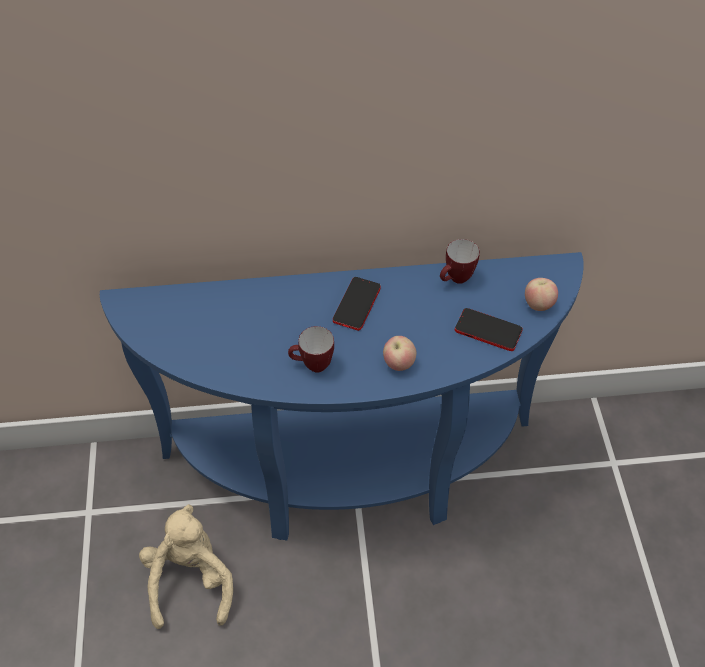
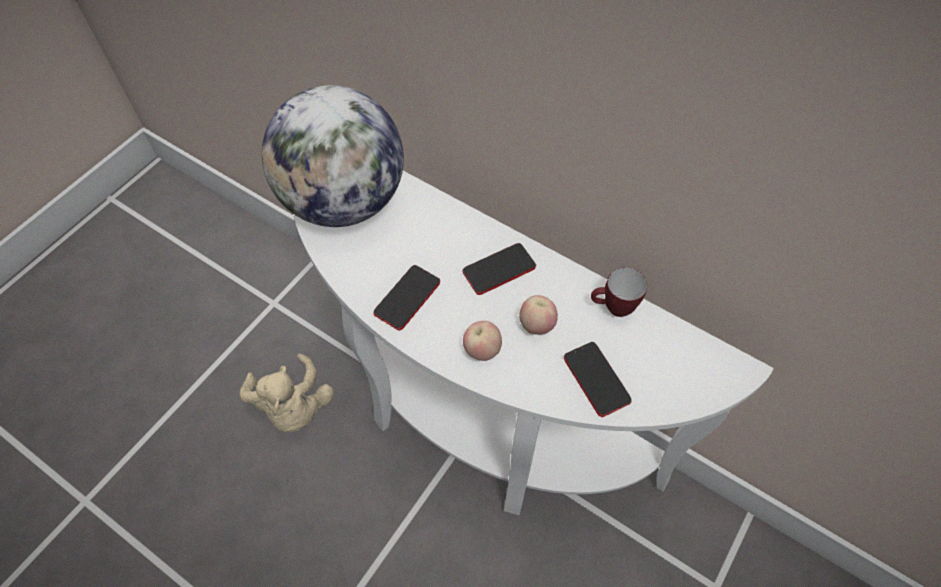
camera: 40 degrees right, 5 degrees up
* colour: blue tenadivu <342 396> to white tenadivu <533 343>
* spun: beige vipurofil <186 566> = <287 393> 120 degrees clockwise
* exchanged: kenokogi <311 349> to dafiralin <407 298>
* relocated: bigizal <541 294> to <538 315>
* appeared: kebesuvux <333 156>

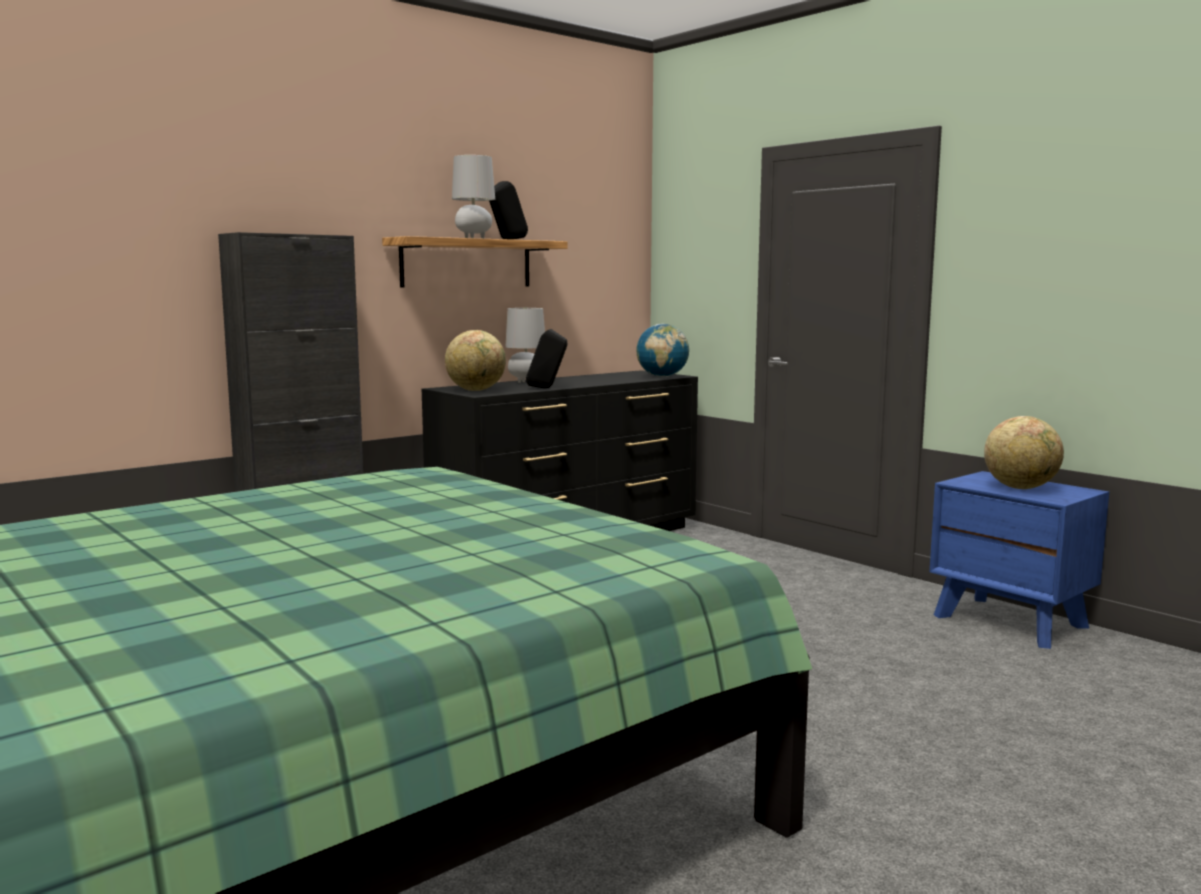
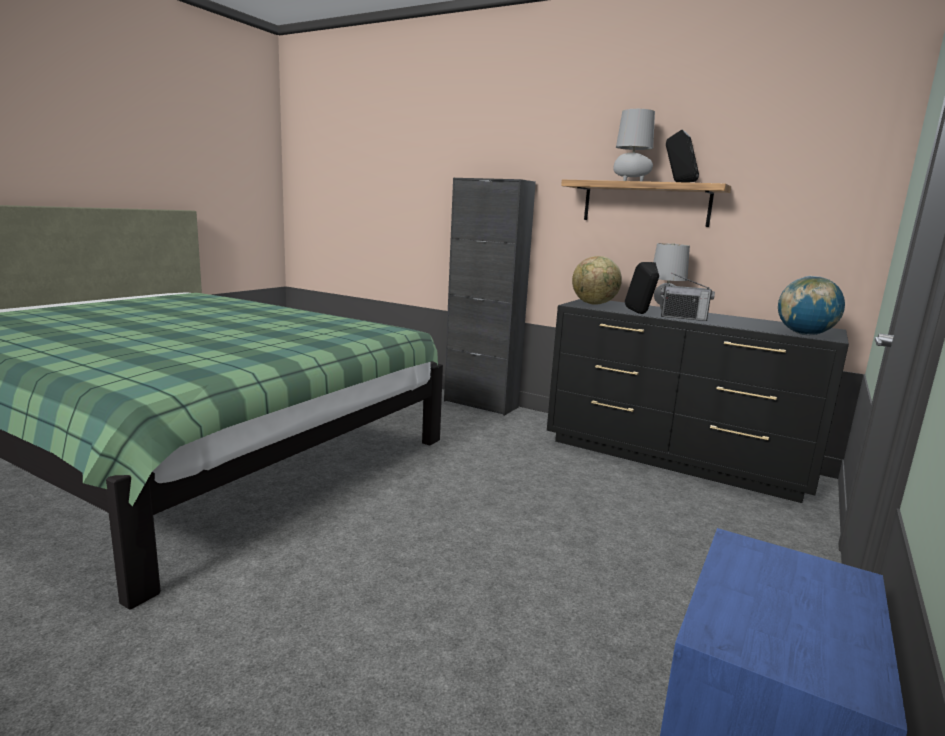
camera: 70 degrees right, 5 degrees up
* missing: kebesuvux <1024 452>
* appeared: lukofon <687 297>

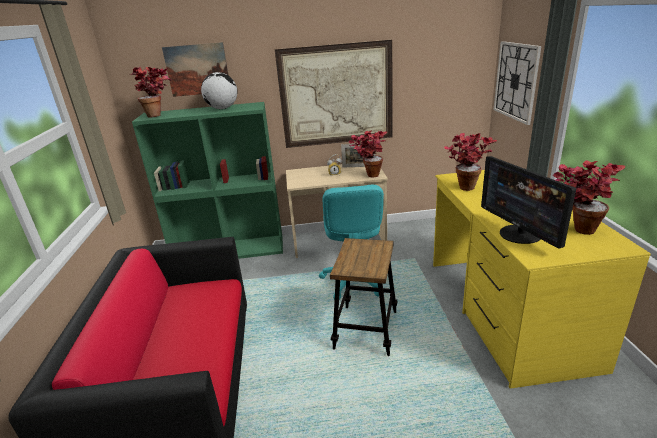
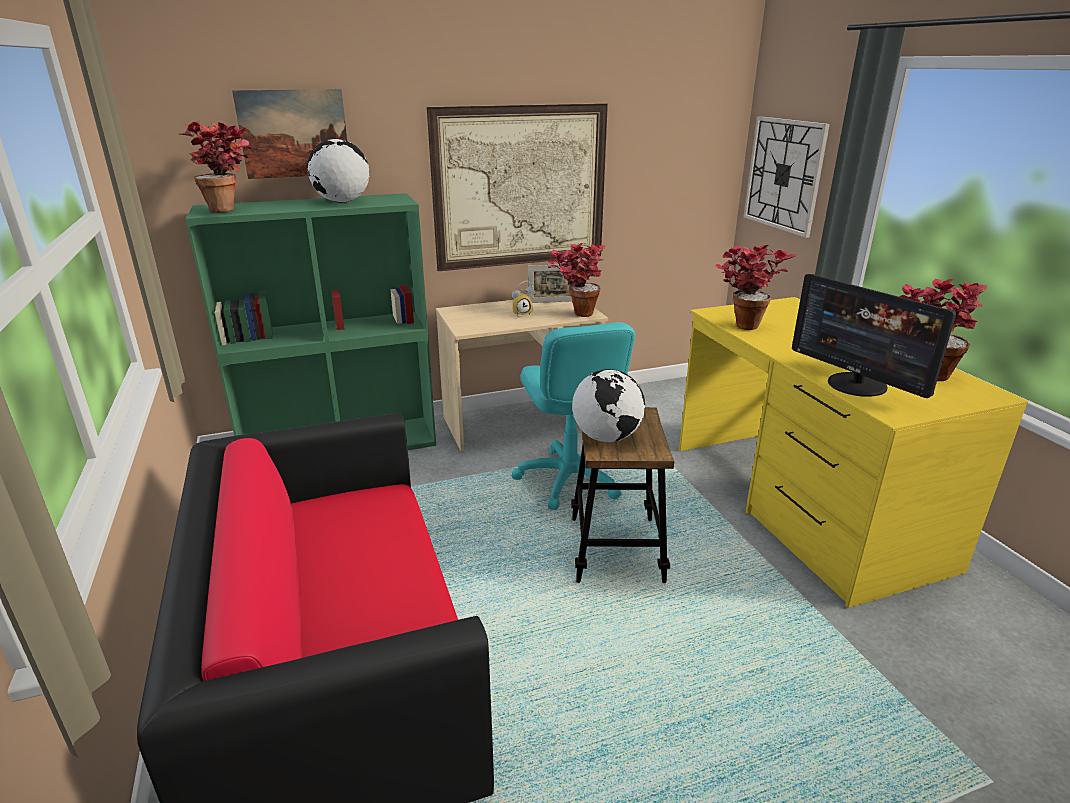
camera: 15 degrees left, 0 degrees up
* appeared: kebesuvux <608 405>

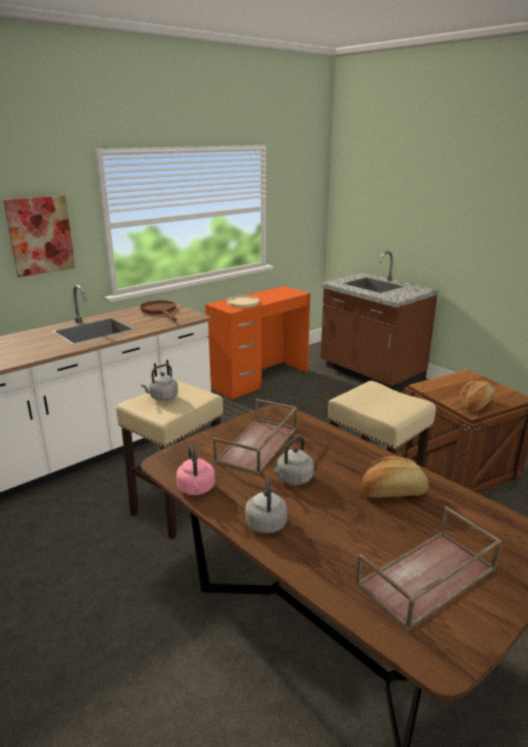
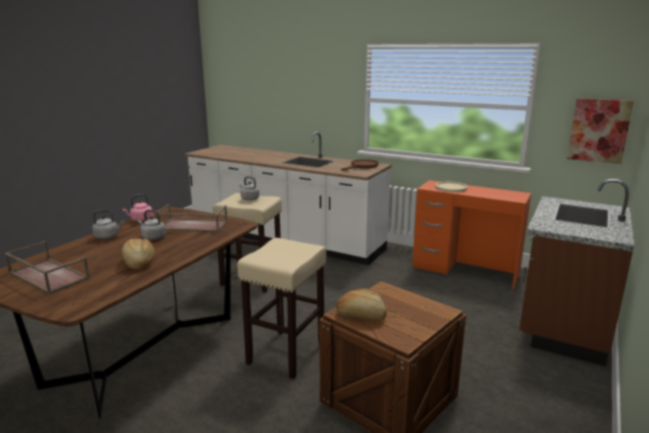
camera: 70 degrees right, 5 degrees down
* relocated: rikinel <39 236> to <600 131>

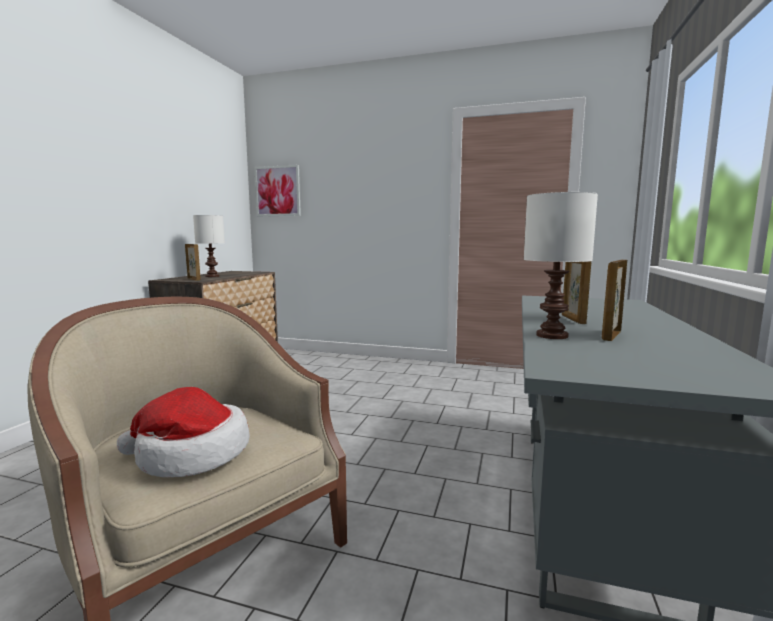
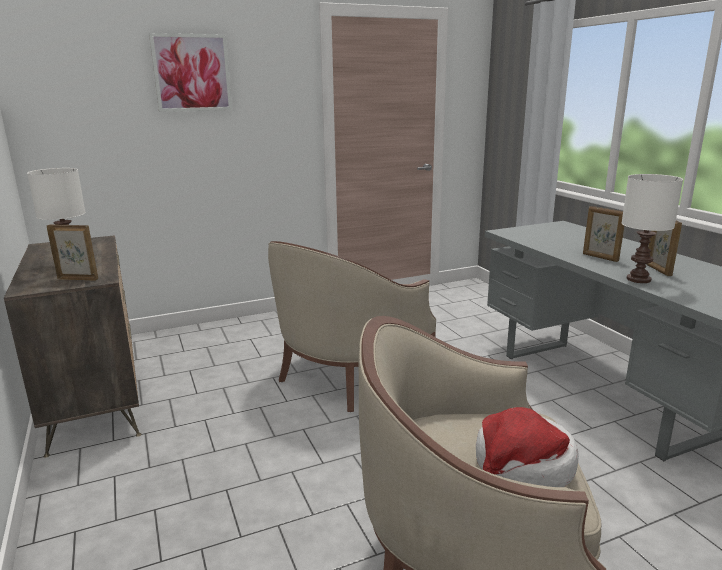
camera: 40 degrees left, 10 degrees up
* relocated: rikinel <277 190> to <190 72>
* appeared: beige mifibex <352 326>

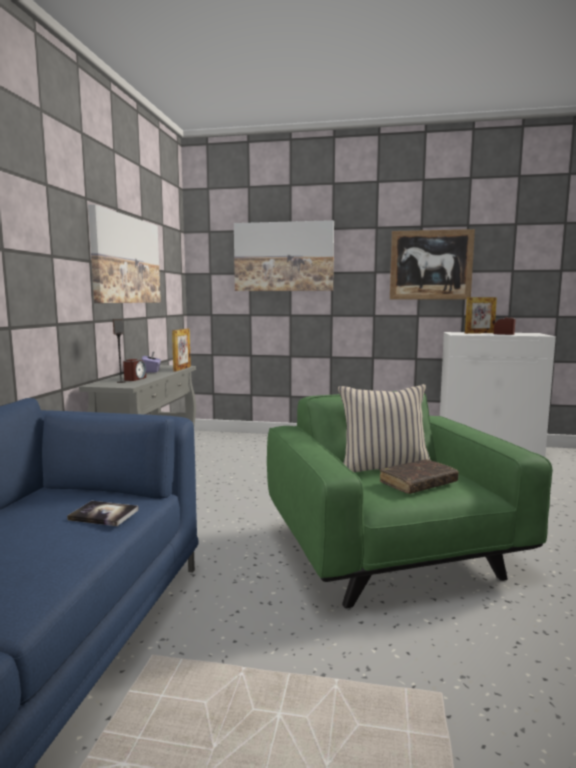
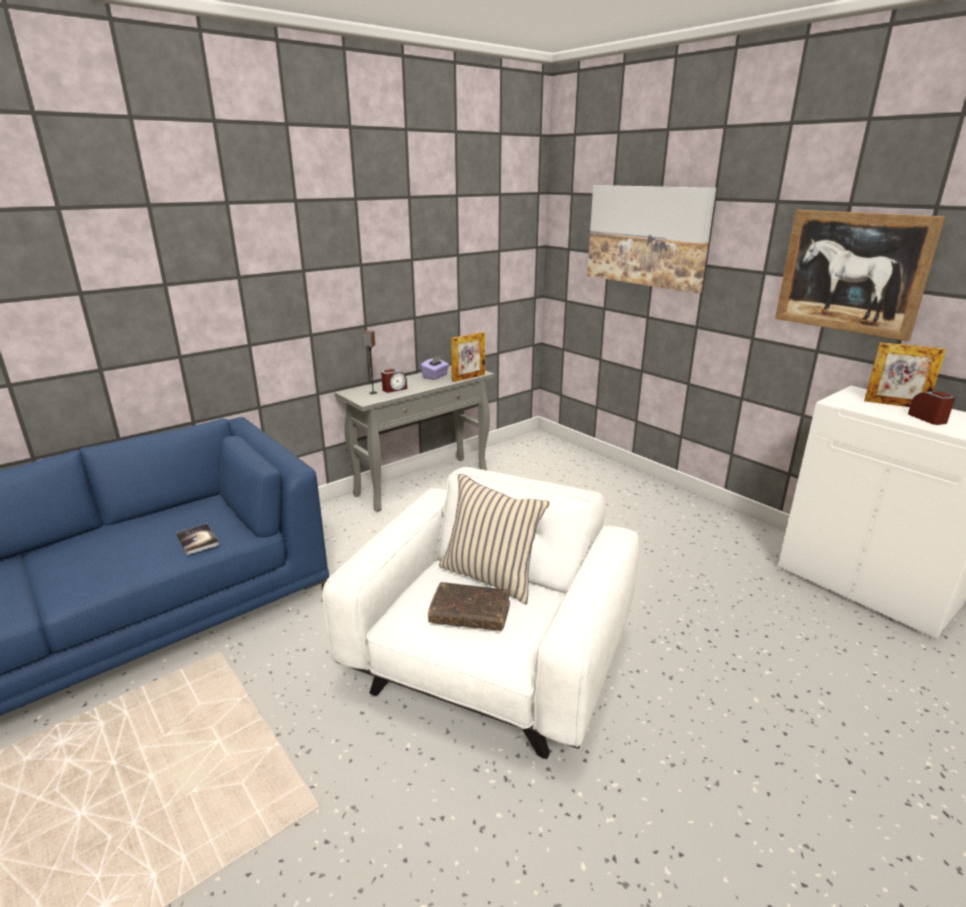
camera: 40 degrees right, 15 degrees up
* missing: rikinel <124 254>
* colour: green mifibex <410 499> to white mifibex <480 613>

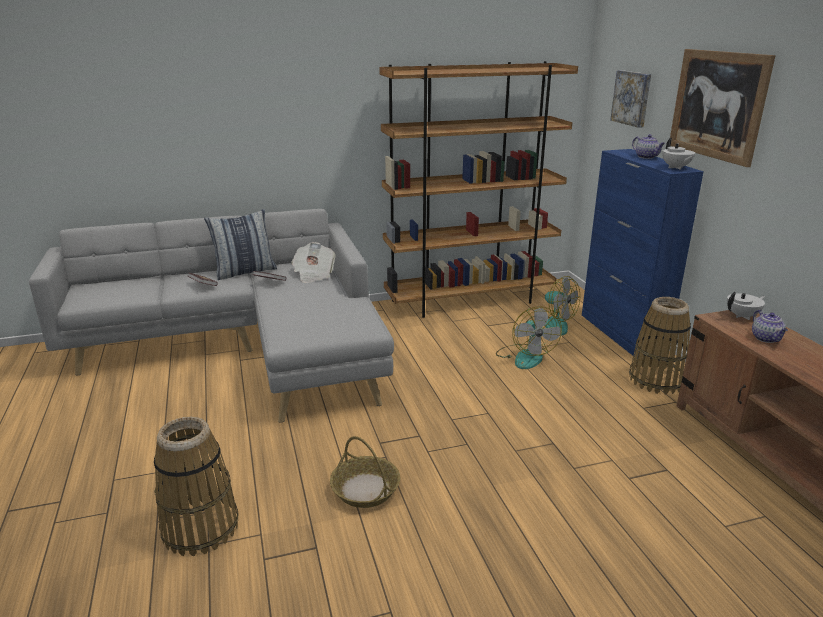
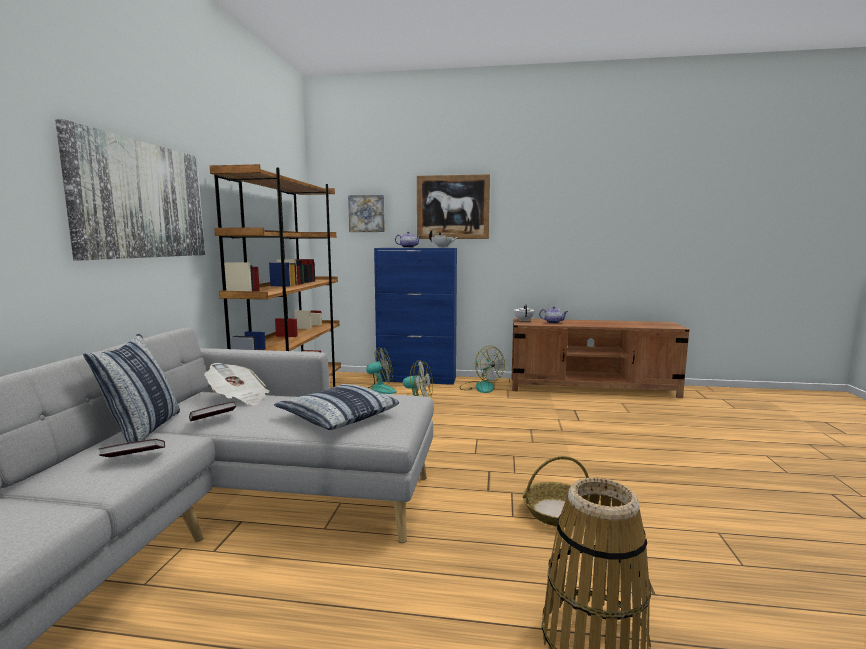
camera: 65 degrees left, 15 degrees down
* exchanged: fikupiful <660 345> to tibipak <482 369>
* appeared: rikinel <130 189>
* appeared: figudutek <336 407>

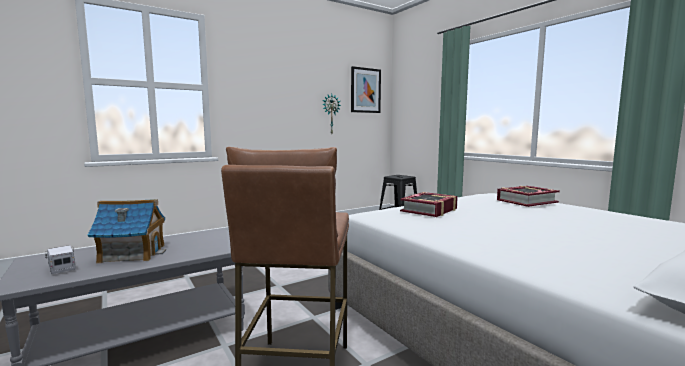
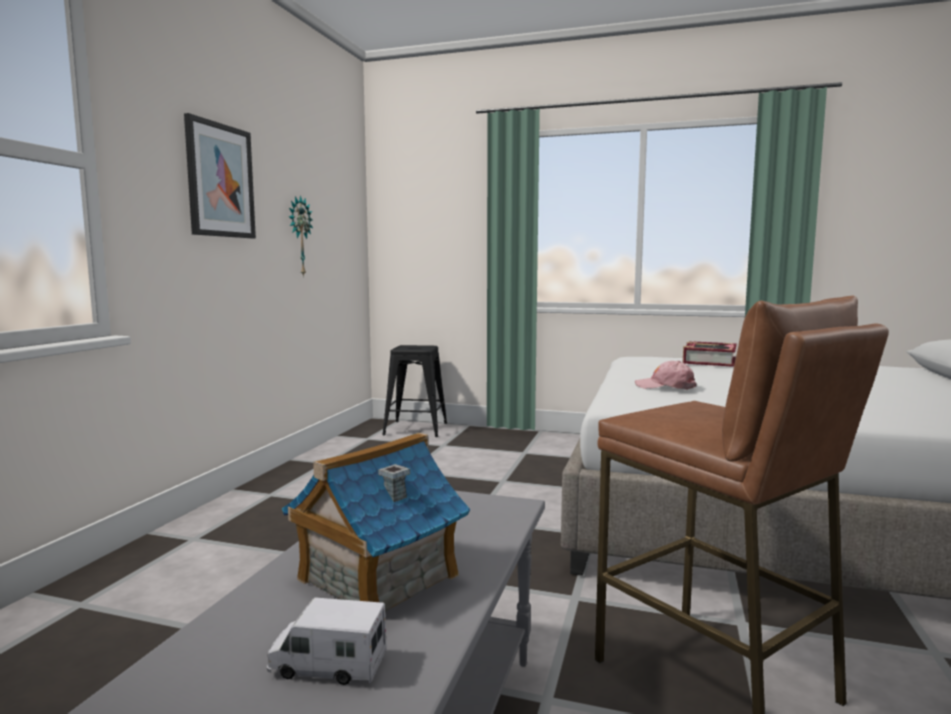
camera: 40 degrees left, 0 degrees up
* relocated: rikinel <366 89> to <220 175>
* exchanged: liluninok <429 204> to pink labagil <665 375>

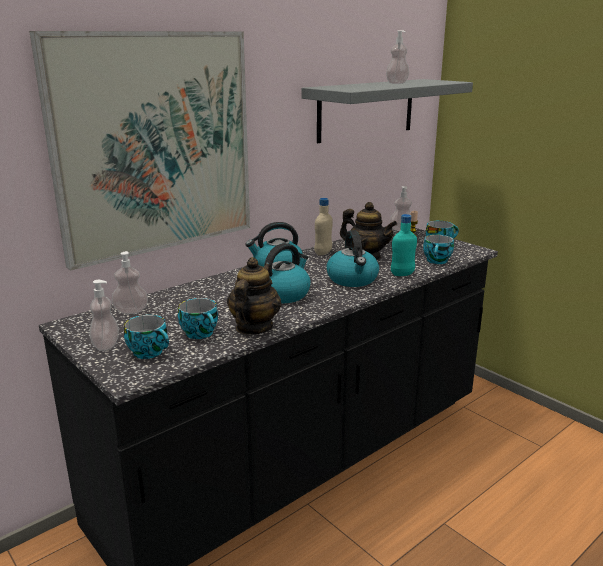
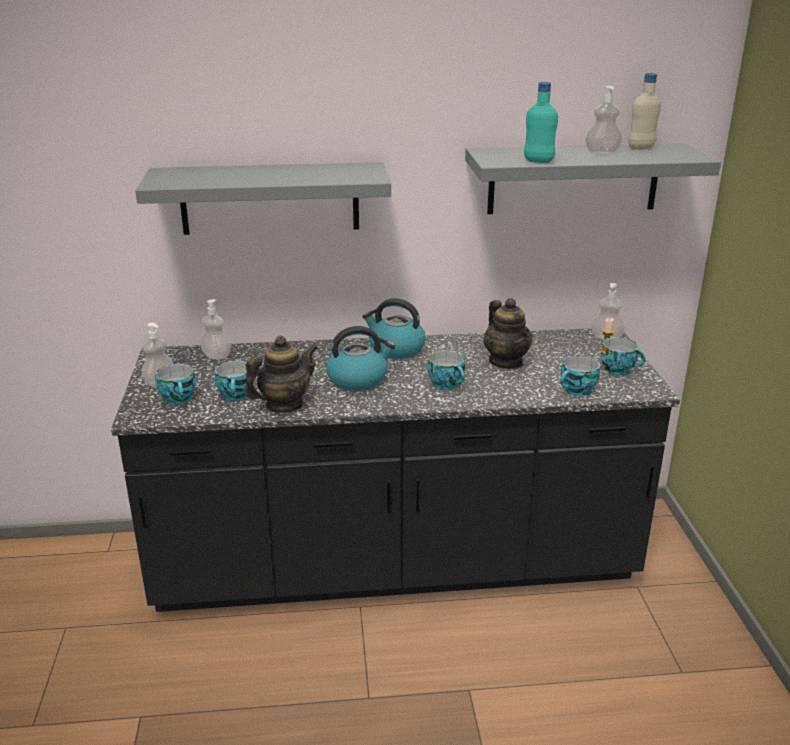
camera: 35 degrees right, 5 degrees up
* exchanged: rikinel <139 151> to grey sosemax <263 198>
* relocated: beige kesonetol <323 226> to <644 111>
* exchanged: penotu <352 258> to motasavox <446 370>
* relocated: turquoise kesonetol <404 245> to <541 122>

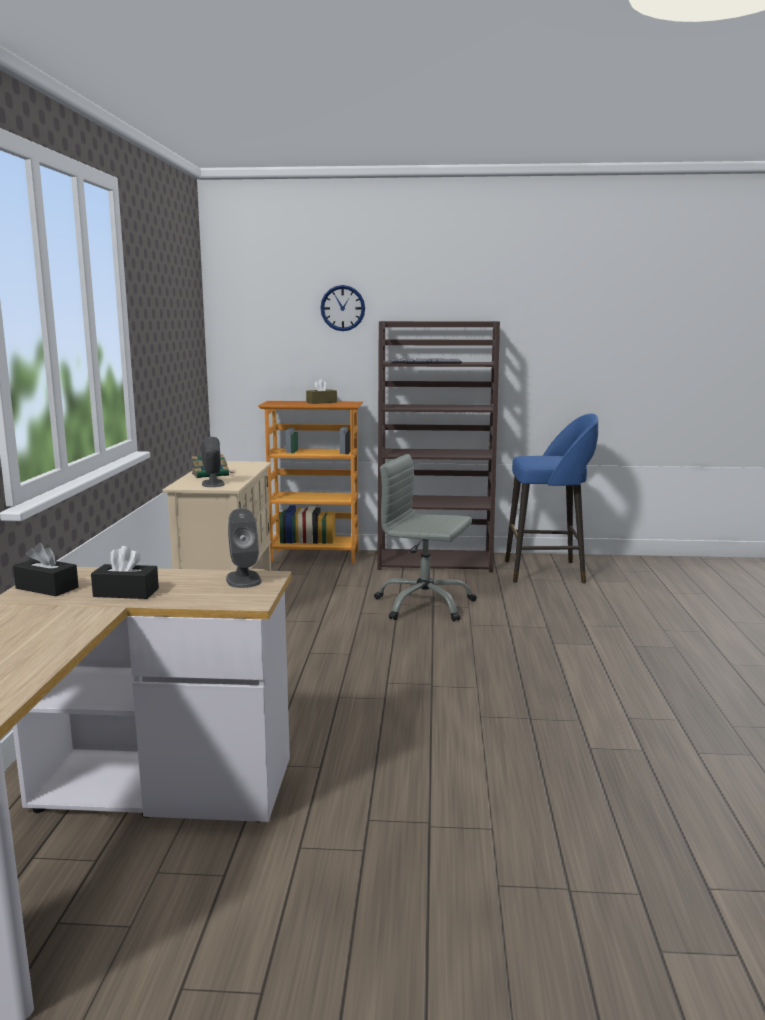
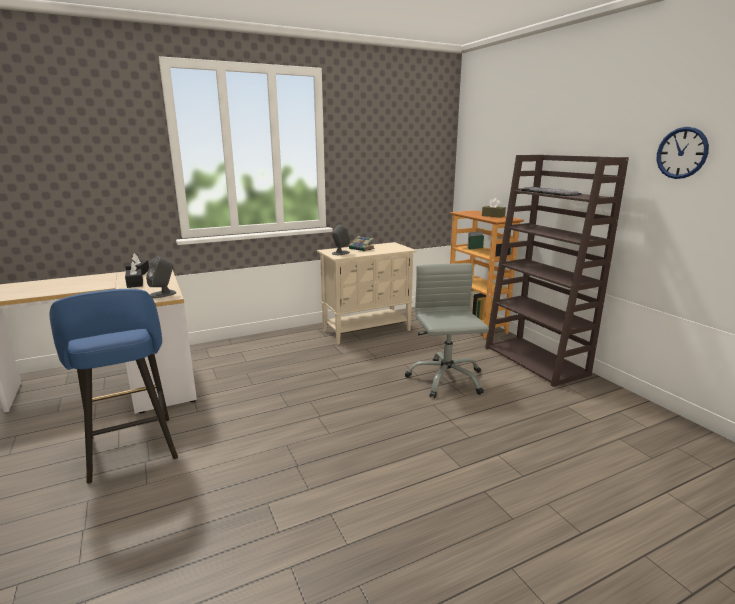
camera: 60 degrees right, 5 degrees up
* relocated: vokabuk <342 308> to <682 153>
* relocated: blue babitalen <551 499> to <114 386>

